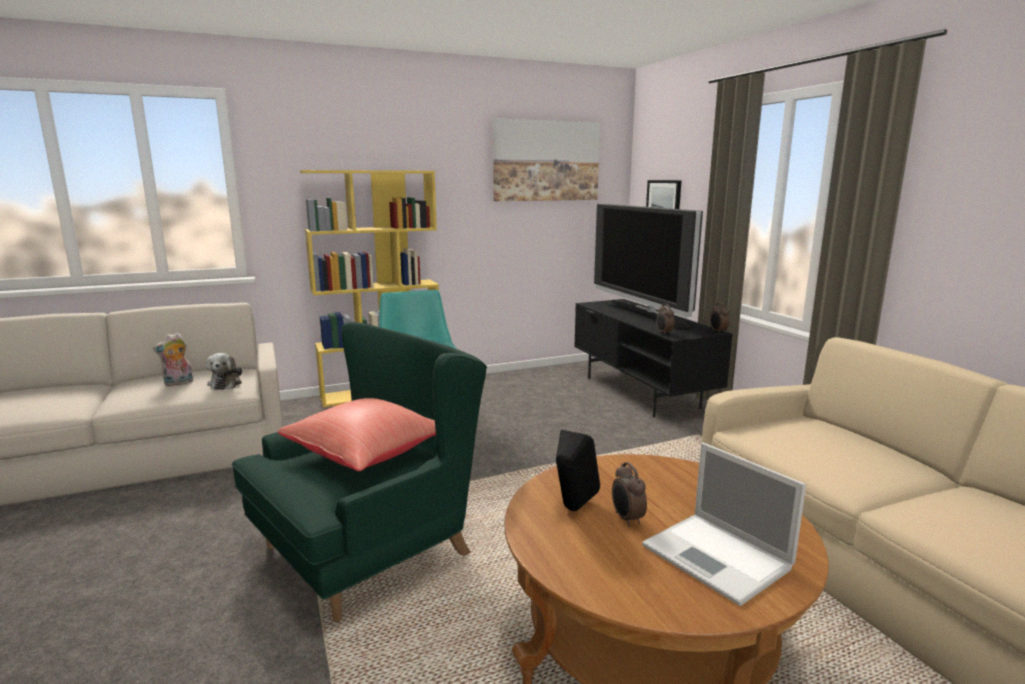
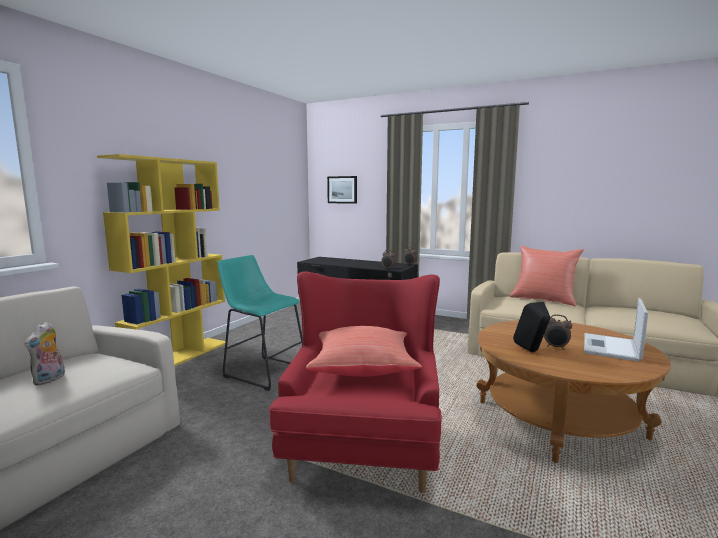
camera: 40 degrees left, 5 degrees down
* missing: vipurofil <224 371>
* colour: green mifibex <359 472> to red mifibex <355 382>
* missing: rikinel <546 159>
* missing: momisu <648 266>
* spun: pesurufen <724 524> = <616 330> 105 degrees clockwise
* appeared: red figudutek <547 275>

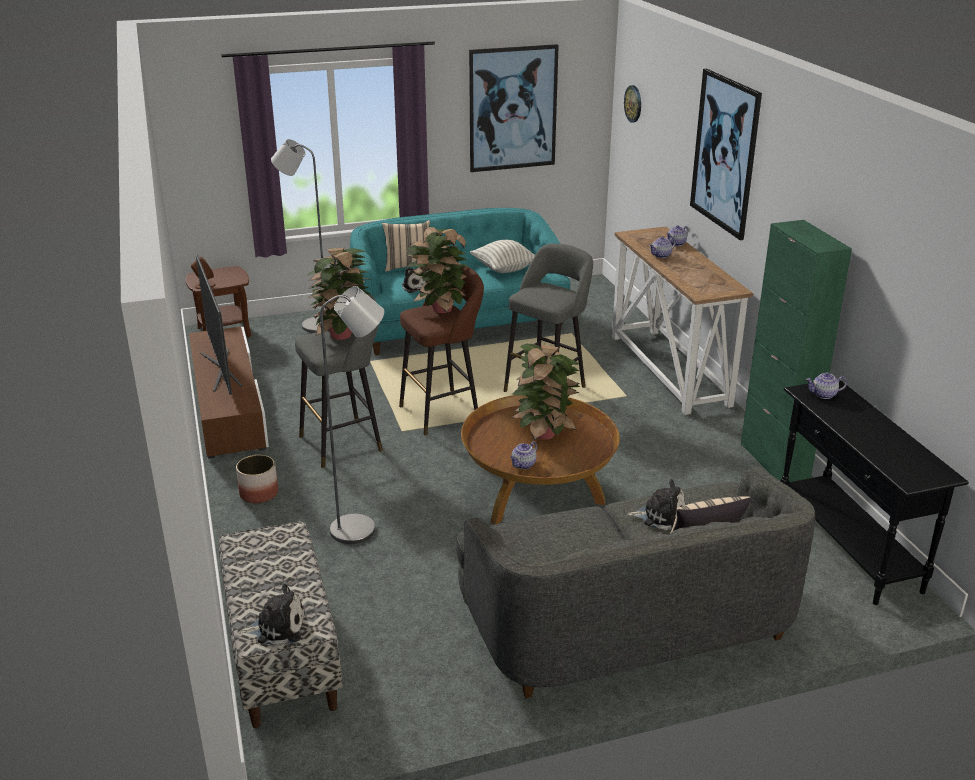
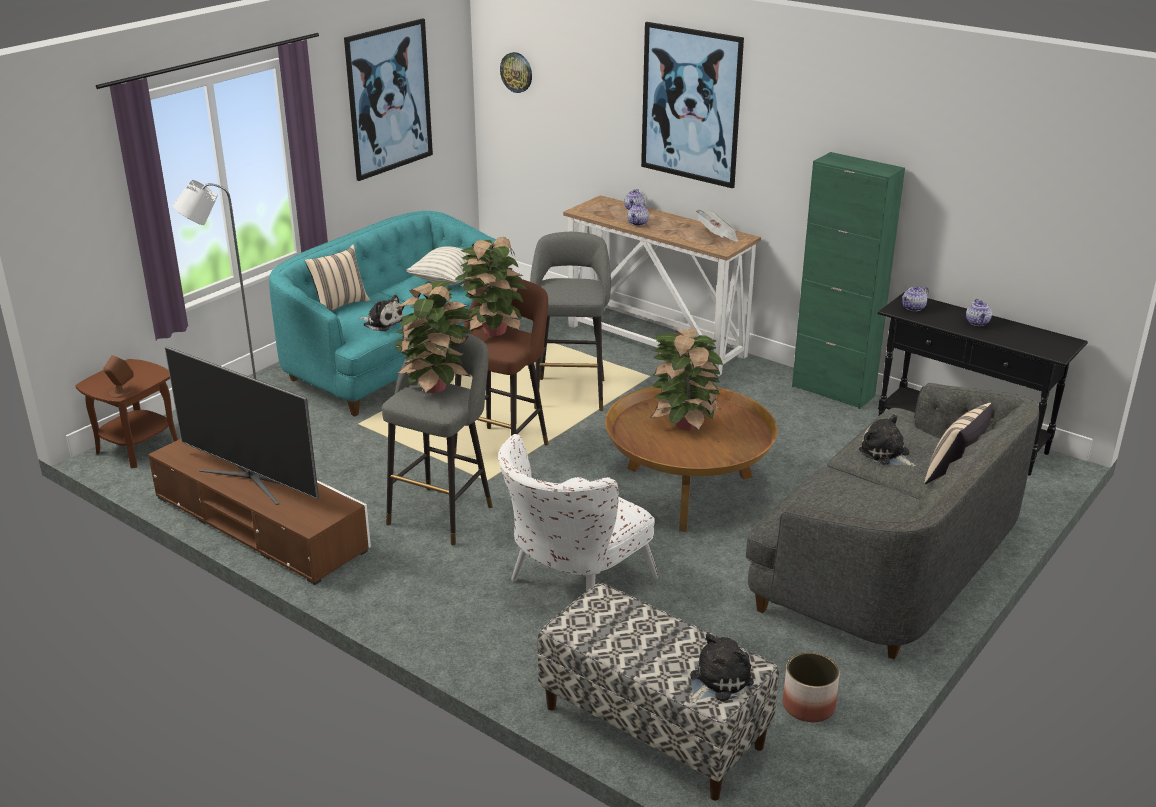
camera: 35 degrees left, 0 degrees up
* relocated: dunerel <257 479> to <811 687>
* exchanged: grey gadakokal <352 415> to white mifibex <578 512>
* relocated: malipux <523 455> to <979 312>
* spun: vipurofil <656 504> = <887 440> 105 degrees counterclockwise
* appeared: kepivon <716 225>

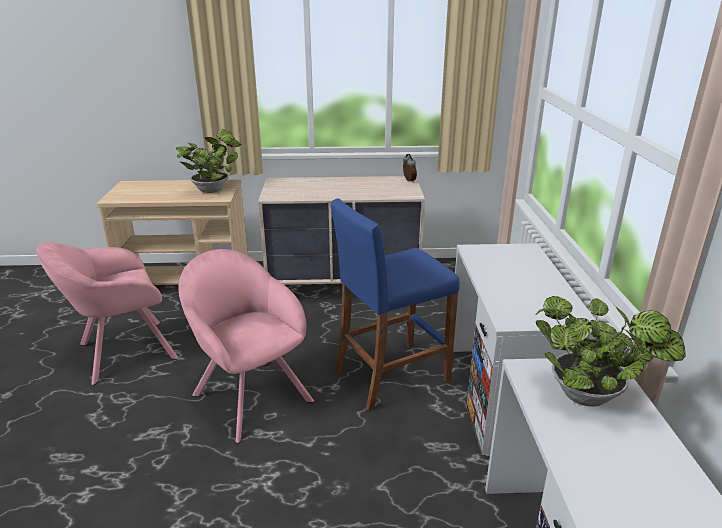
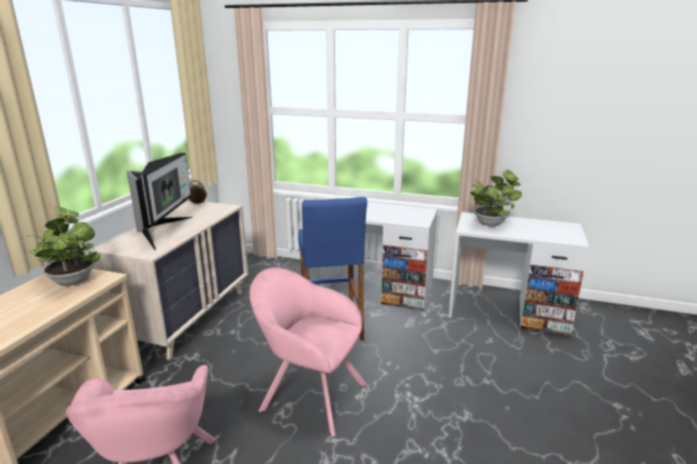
camera: 70 degrees left, 5 degrees down
* spun: pink mifibex <246 346> = <308 352> 45 degrees clockwise
* appeared: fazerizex <159 201>

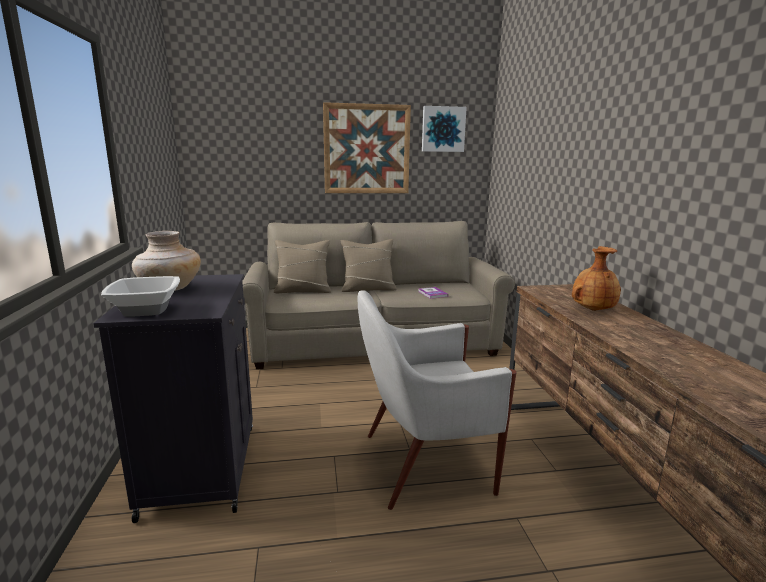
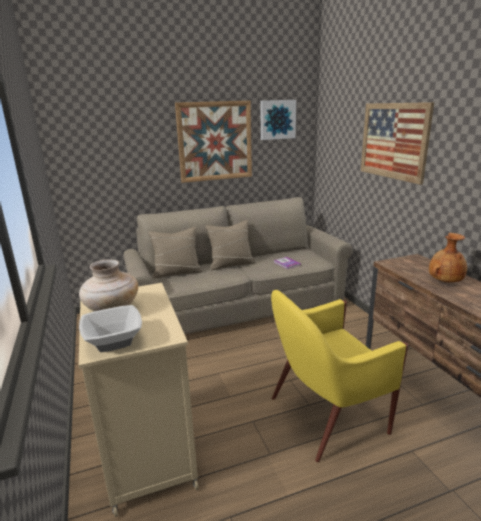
camera: 10 degrees left, 5 degrees up
* colour: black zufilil <173 398> to beige zufilil <139 400>
* colour: white mifibex <436 400> to yellow mifibex <339 376>
* appeared: rikinel <397 143>

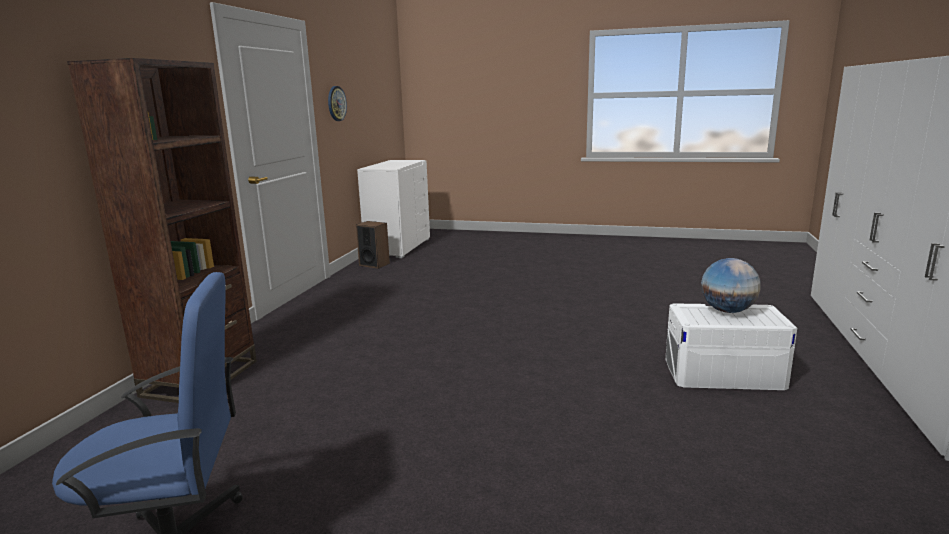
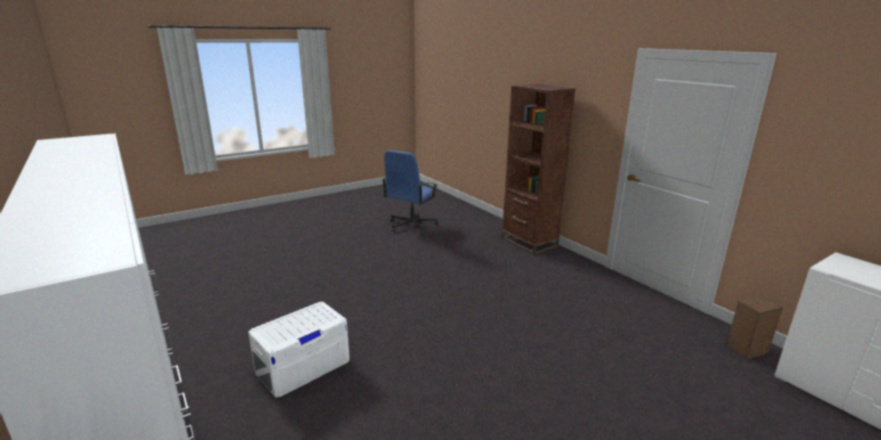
camera: 130 degrees right, 5 degrees up
* missing: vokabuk <337 103>
* missing: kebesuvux <731 285>

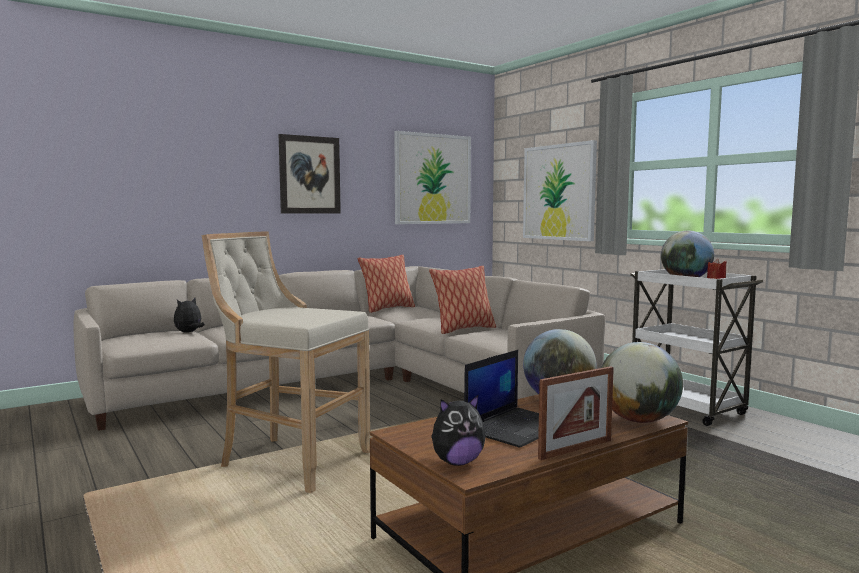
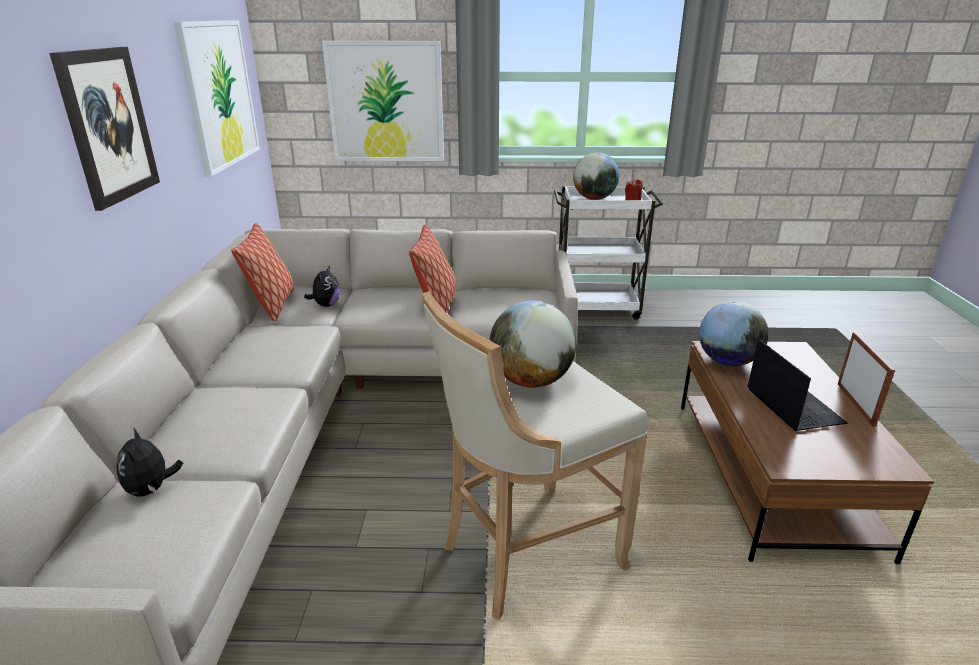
camera: 55 degrees left, 20 degrees up
* relocated: vipurofil <458 430> to <322 286>
* relocated: kebesuvux <642 382> to <532 344>

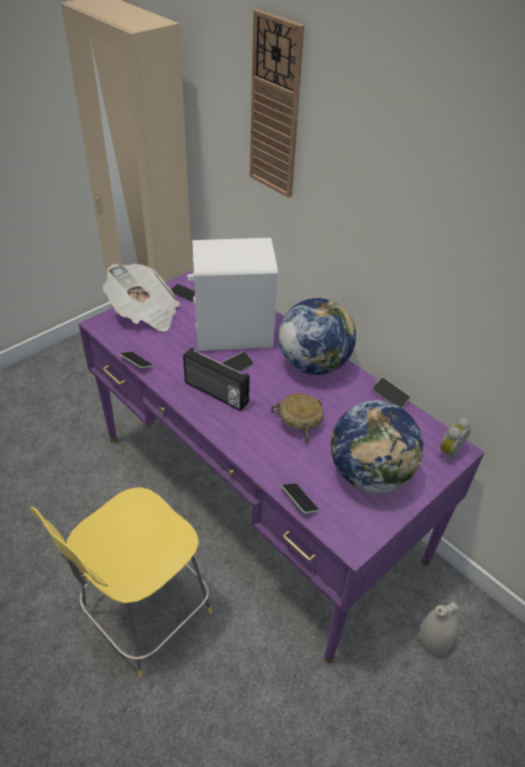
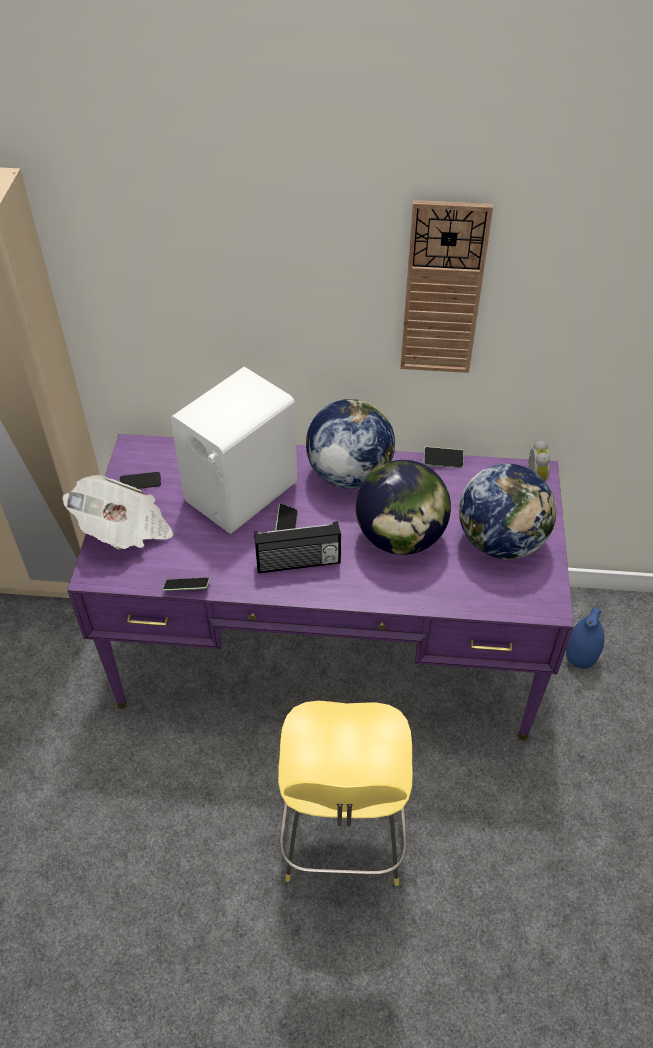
camera: 40 degrees left, 5 degrees up
* relocated: vokabuk <277 103> to <446 286>
* exchanged: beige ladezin <297 419> to kebesuvux <403 507>
* missing: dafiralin <300 498>
* colour: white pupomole <439 629> to blue pupomole <585 638>

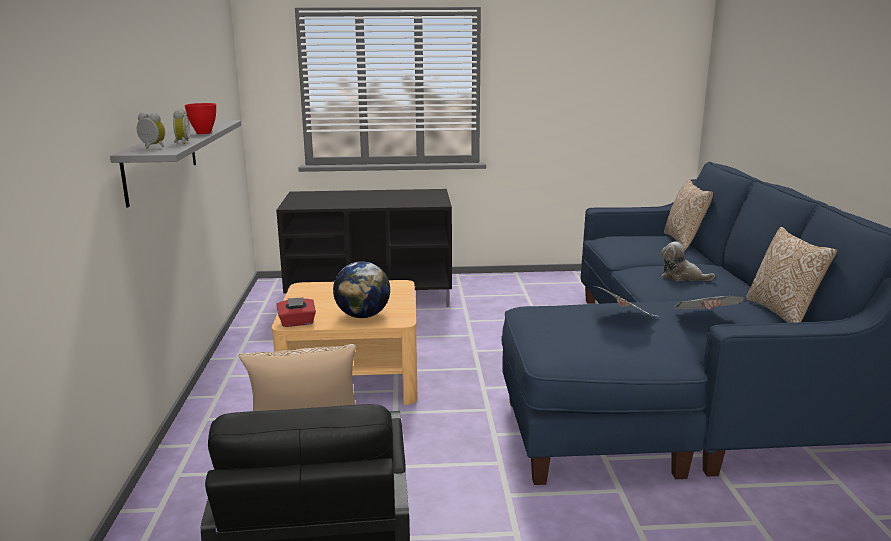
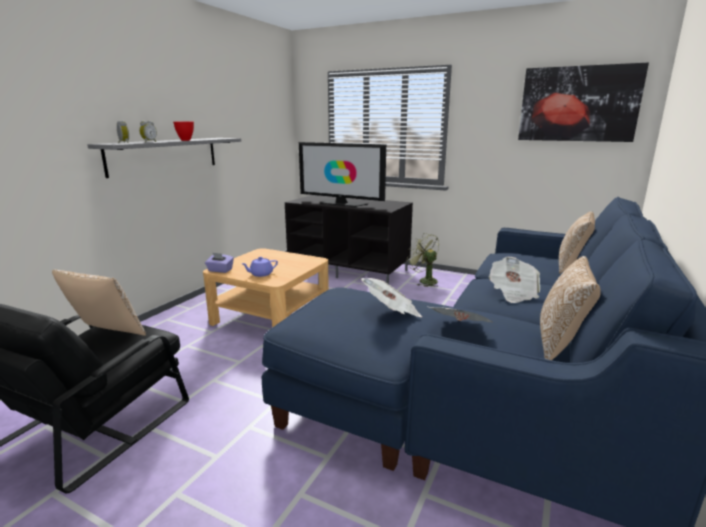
camera: 30 degrees right, 0 degrees up
* colour: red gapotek <296 312> to purple gapotek <219 263>
* exchanged: kebesuvux <361 289> to purple malipux <260 267>
* exchanged: vipurofil <688 261> to kepivon <514 280>
* appeared: momisu <342 174>
* appeared: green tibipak <423 260>
* appeared: rikinel <583 102>

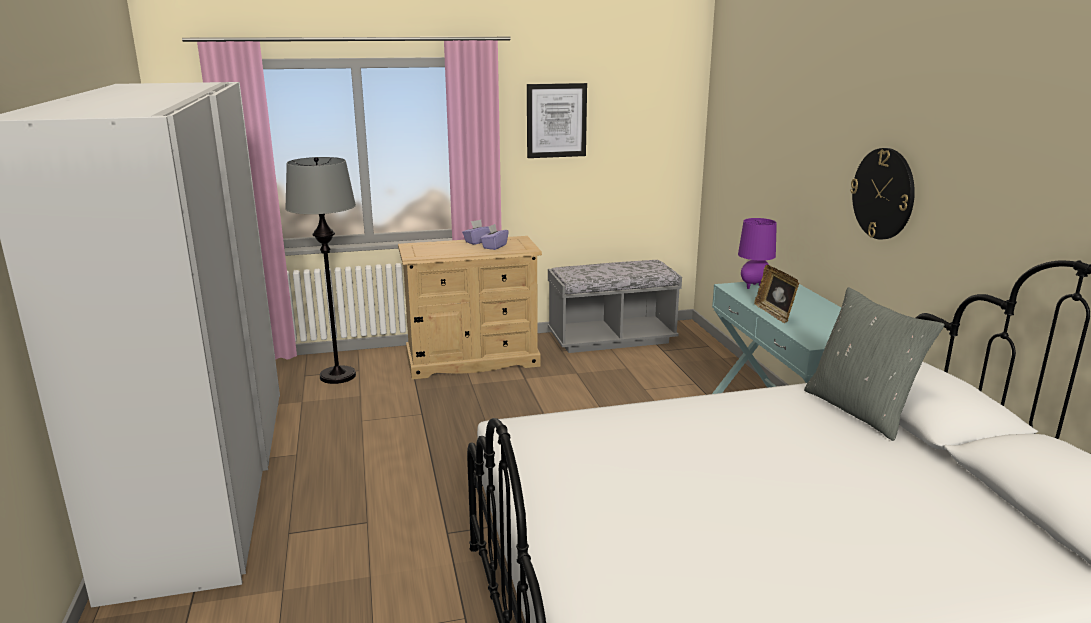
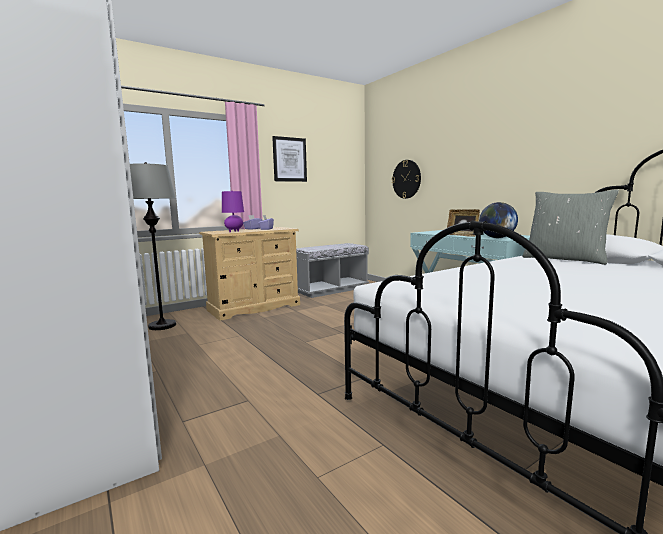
camera: 20 degrees left, 10 degrees down
* relocated: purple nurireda <757 253> to <233 211>
* relocated: vokabuk <882 193> to <406 179>
* appeared: kebesuvux <498 220>

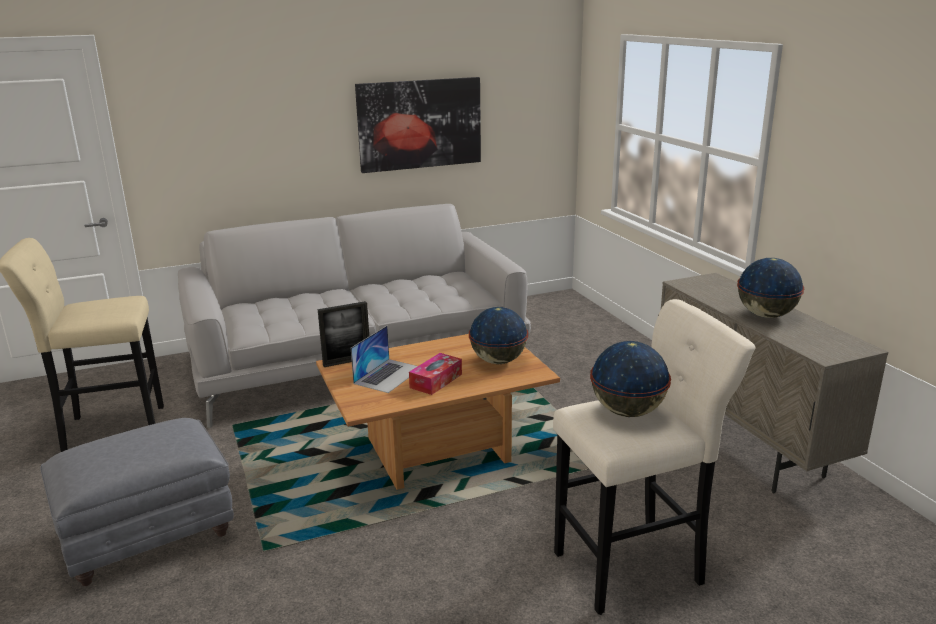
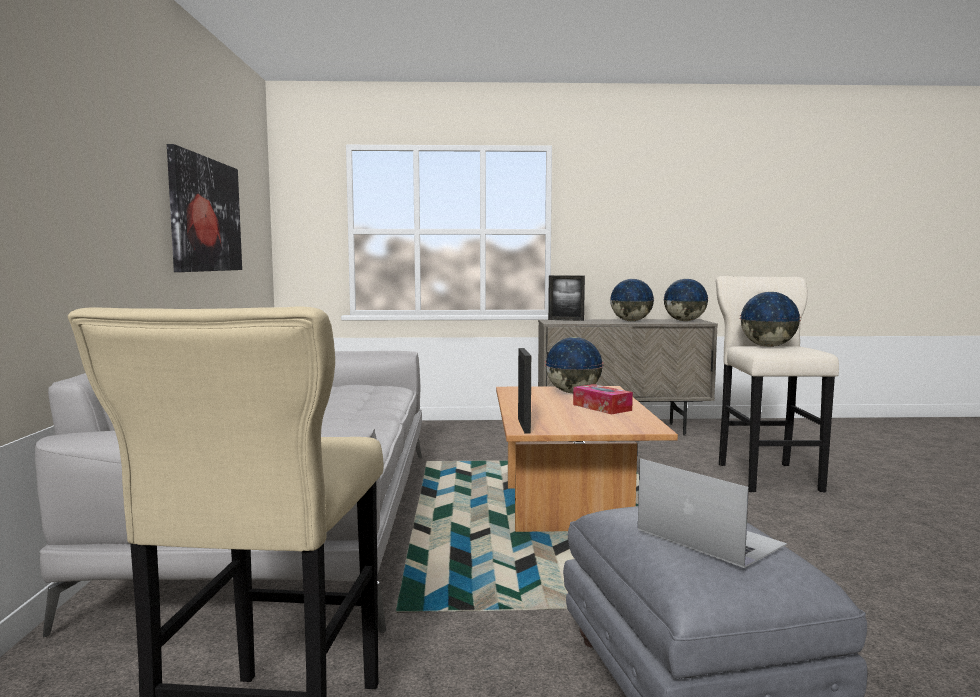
camera: 70 degrees left, 15 degrees down
* relocated: pesurufen <384 359> to <712 513>
* appeared: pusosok <566 298>
* appeared: kebesuvux <686 300>

